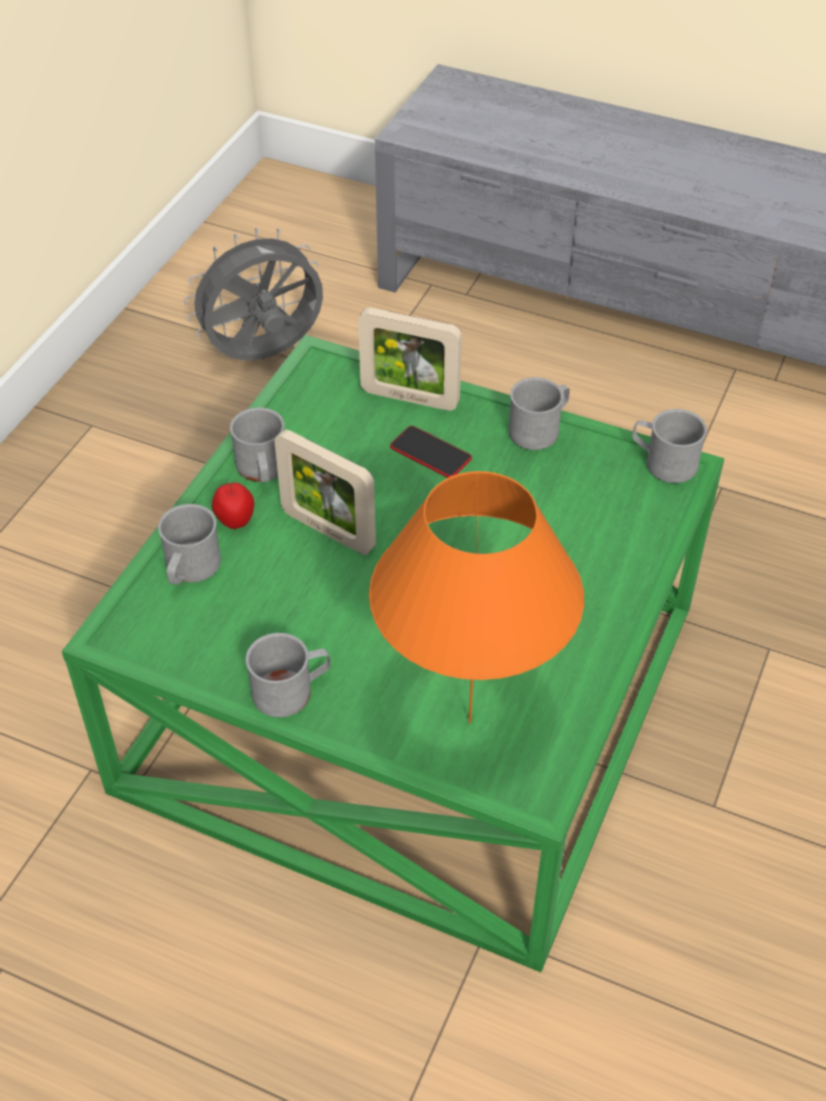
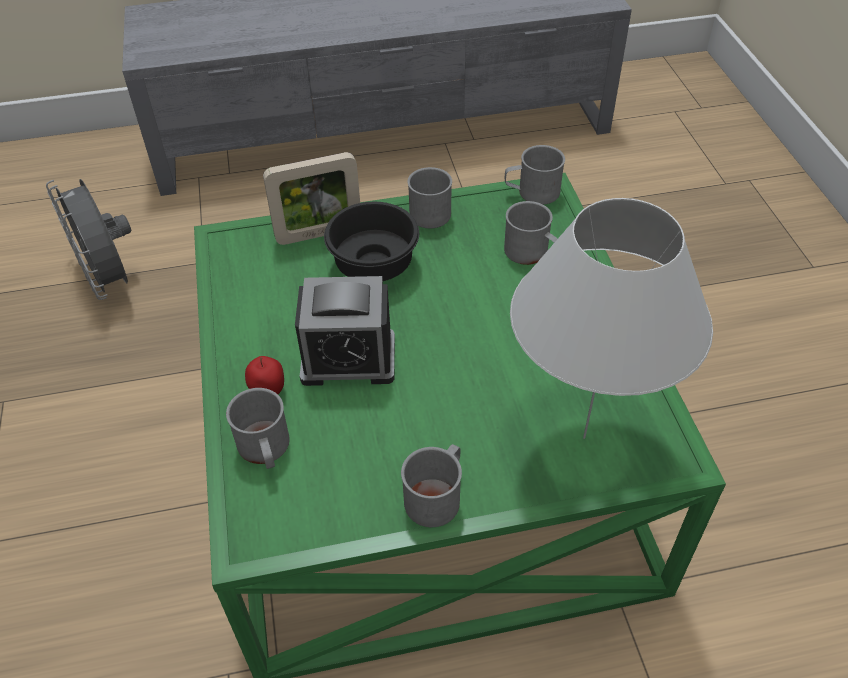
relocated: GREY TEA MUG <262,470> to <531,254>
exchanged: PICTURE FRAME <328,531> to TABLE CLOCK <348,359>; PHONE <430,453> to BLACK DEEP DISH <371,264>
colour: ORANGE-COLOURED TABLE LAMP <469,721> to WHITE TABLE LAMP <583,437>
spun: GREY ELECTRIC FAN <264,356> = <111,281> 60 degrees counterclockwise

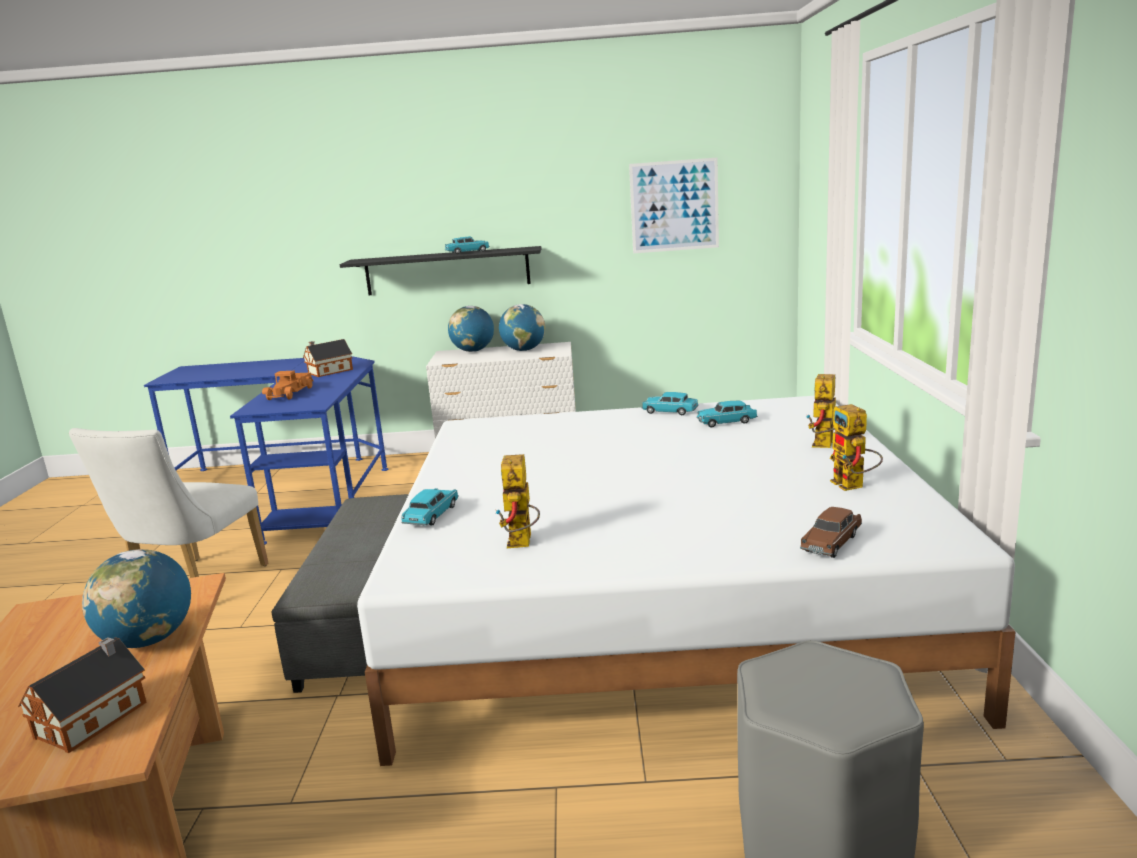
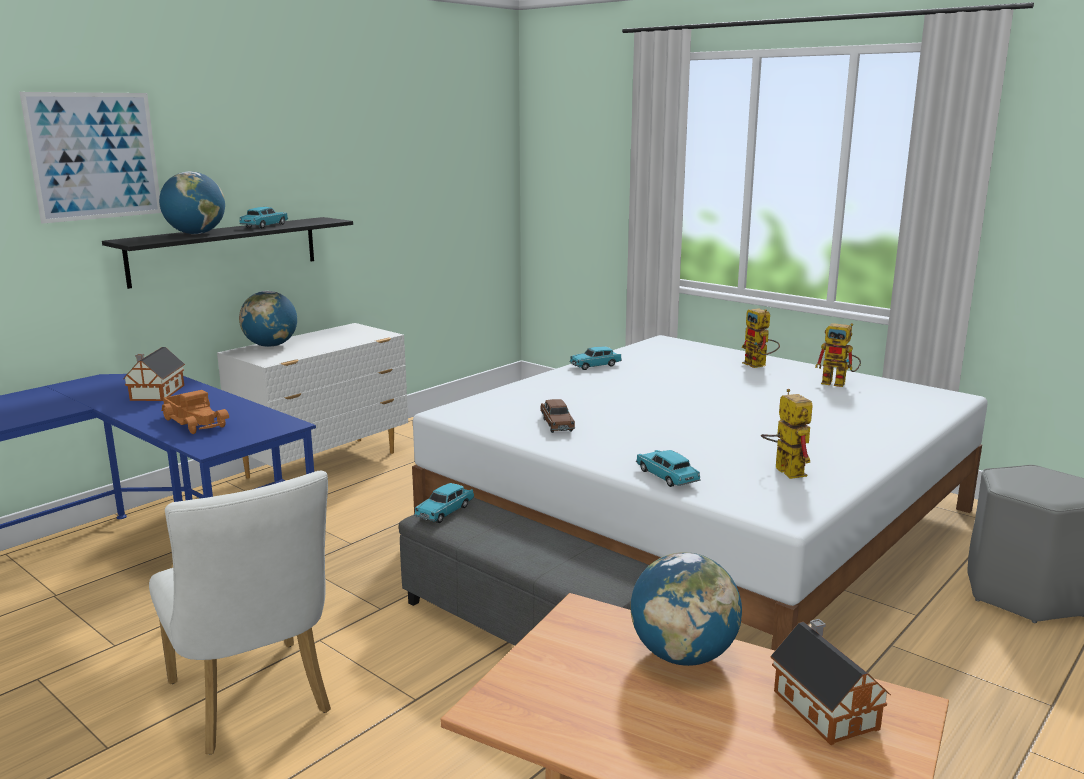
relocated: WORLD GLOBE <524,350> to <196,234>; WALL PICTURE <674,206> to <95,156>; BLUE-GREEN MODEL CAR <726,422> to <445,512>; BROWN-COLOURED MODEL CAR <831,543> to <557,424>
spun: ROBOT FIGURE <522,544> = <783,470> 150 degrees counterclockwise

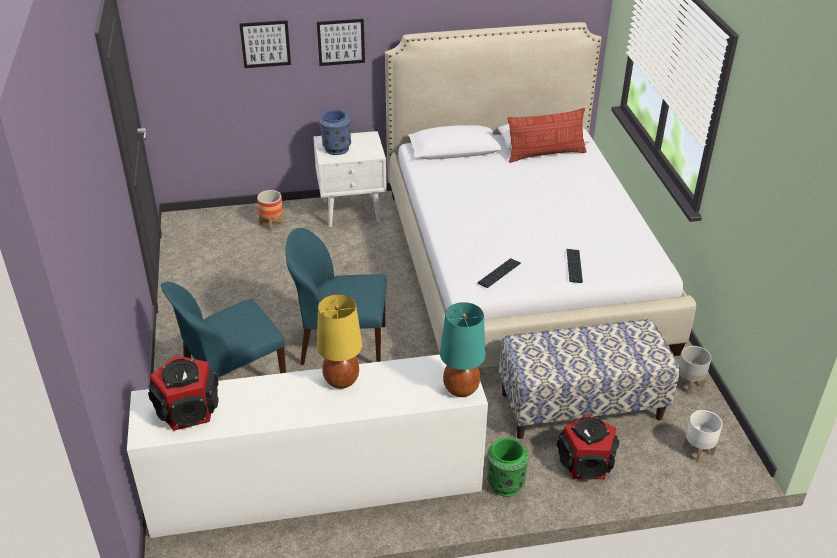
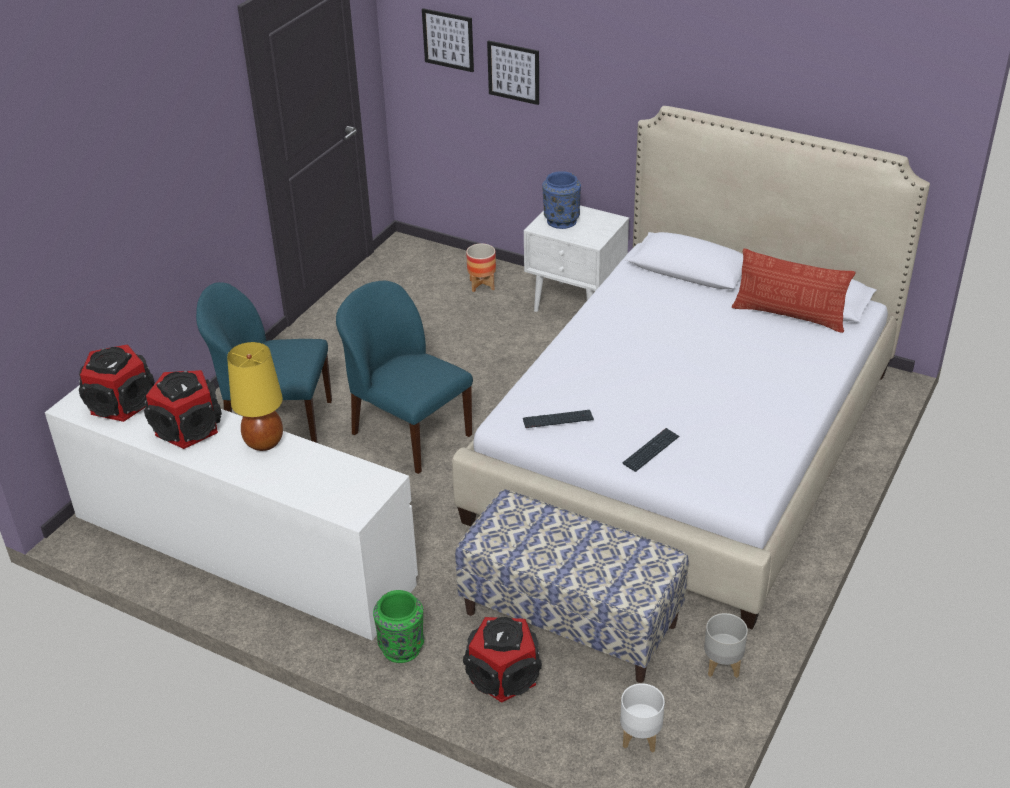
missing: BLUE-GREEN TABLE LAMP <461,388>
appeared: SPEAKER <188,428>
relocated: WALL PICTURE <341,42> to <448,40>

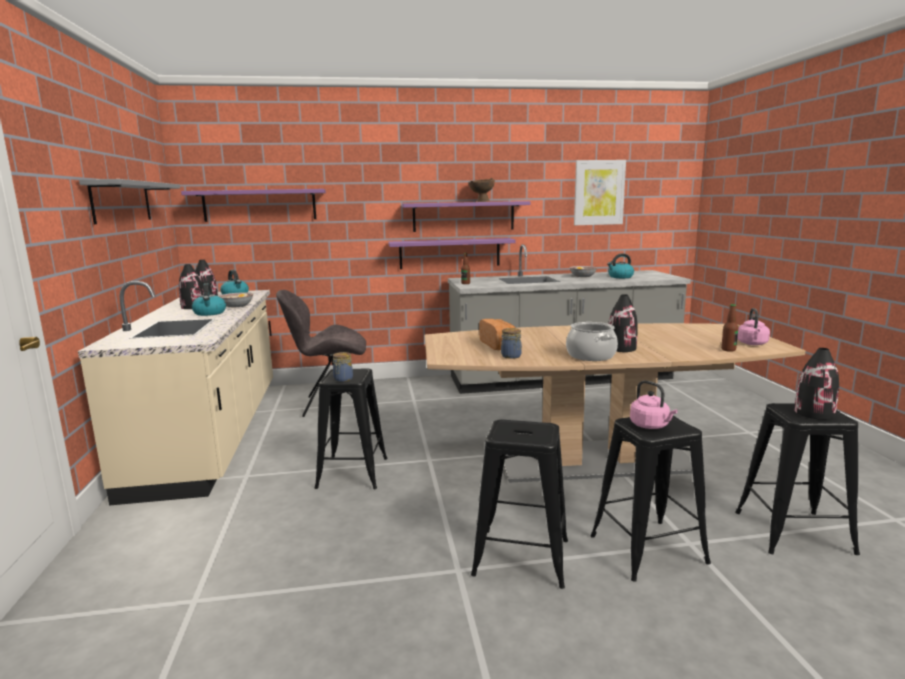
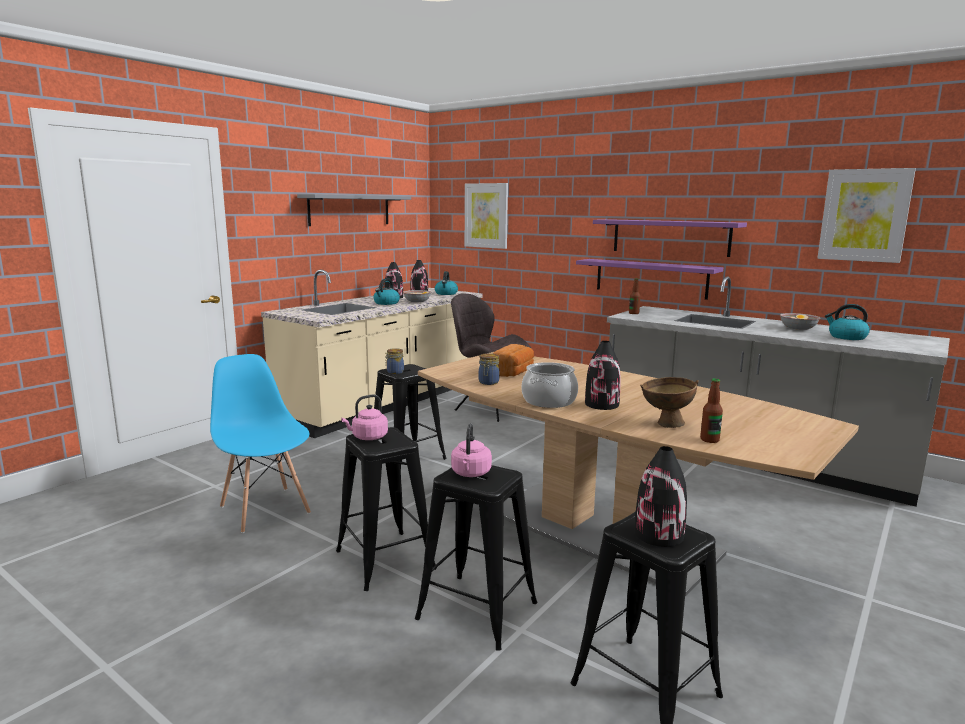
appeared: BLUISH UPRIGHT CHAIR <265,509>
relocated: BROWN-COLOURED DEEP DISH <481,201> to <664,424>; PINKISH WATER KETTLE <752,344> to <368,437>
exchanged: PURPLISH BRACKET SHELF <260,205> to WALL PICTURE <486,215>

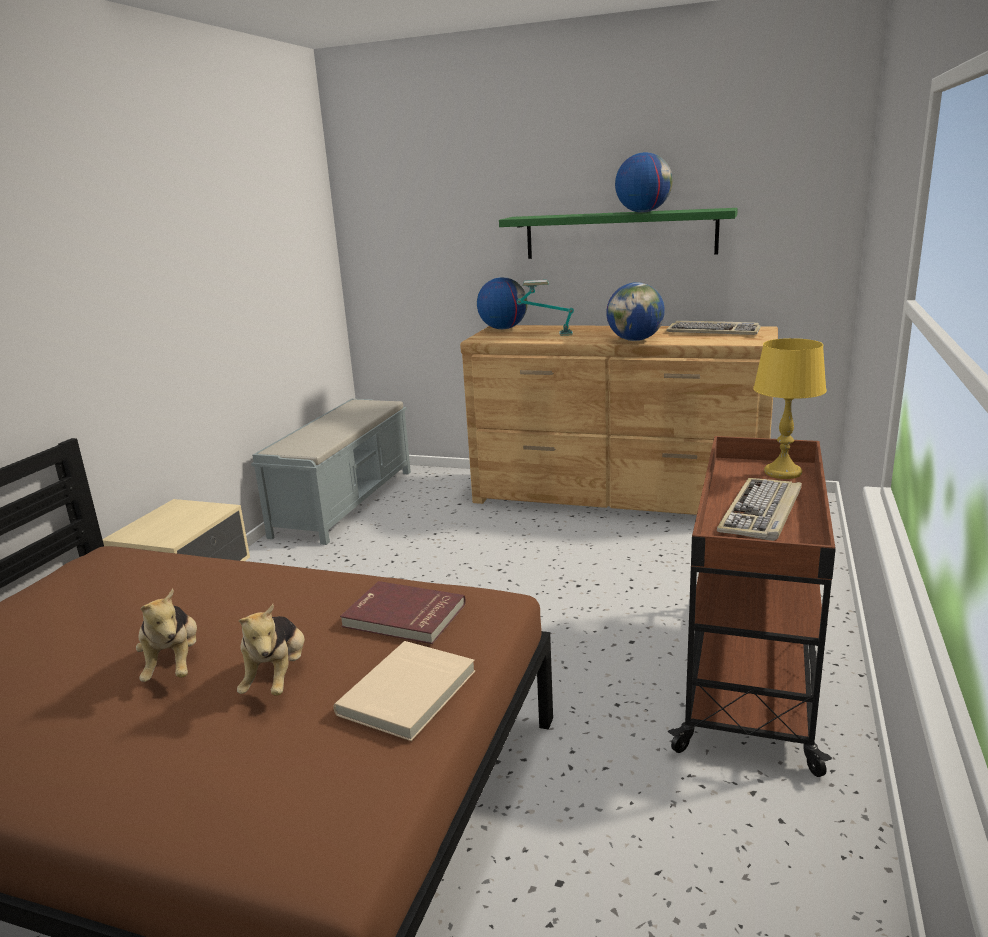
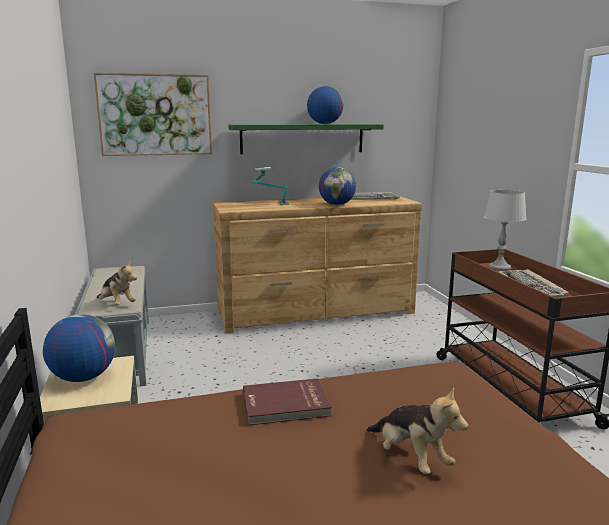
missing: BEIGE-COLOURED BOOK <409,693>
appeared: WALL PICTURE <155,115>
relocated: PLUSH TOY <174,665> to <116,304>; RED-COLOURED BOOK <403,616> to <286,405>; WORLD GLOBE <503,328> to <83,378>
colour: YELLOW-COLOURED TABLE LAMP <782,472> to GREY TABLE LAMP <499,267>

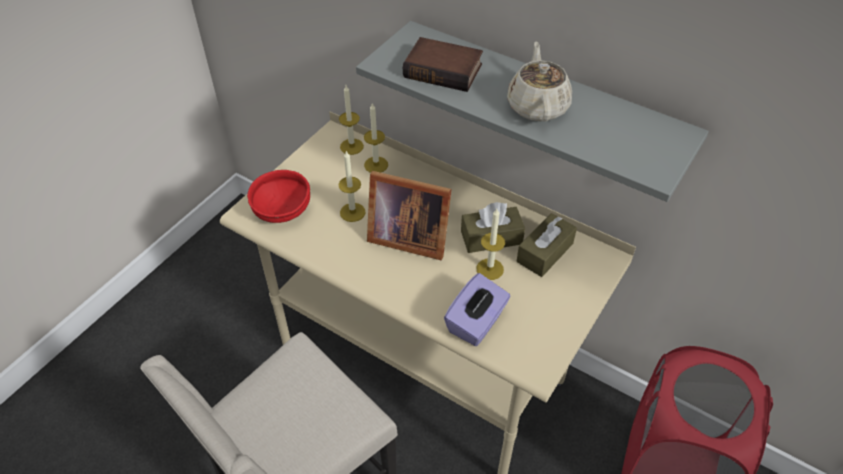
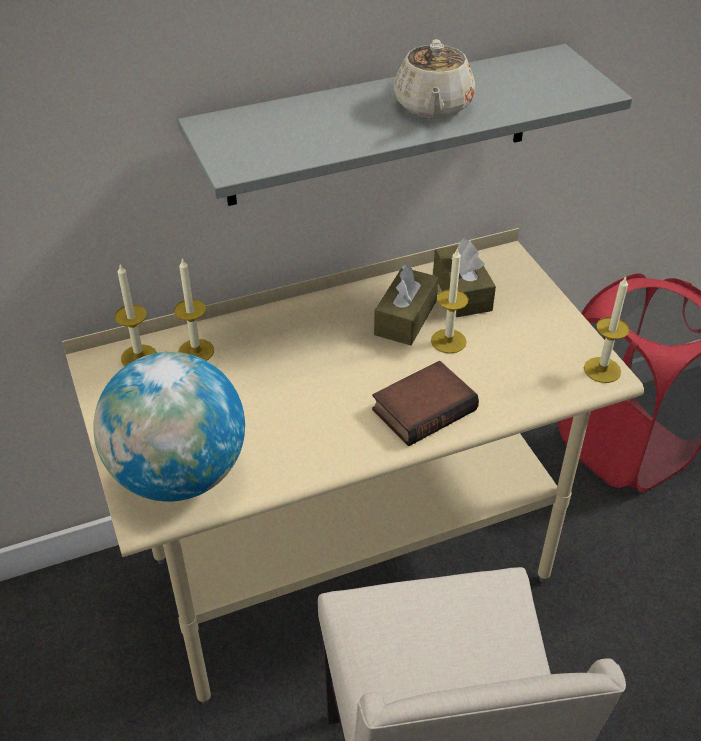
missing: PICTURE FRAME <406,236>; PURPLISH BOX OF TISSUES <476,323>
relocated: WAX LIGHT <352,212> to <602,370>; BOOK <444,70> to <423,407>
exchanged: RED-COLOURED DEEP DISH <281,211> to WORLD GLOBE <179,475>
spun: BEIGE-COLOURED TEA POT <537,106> = <432,106> 120 degrees counterclockwise

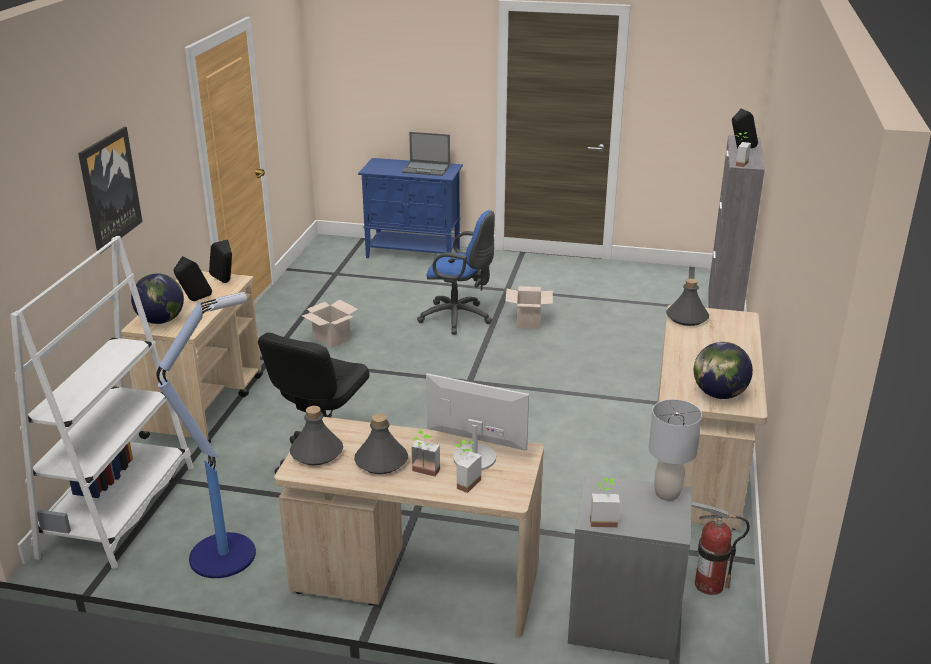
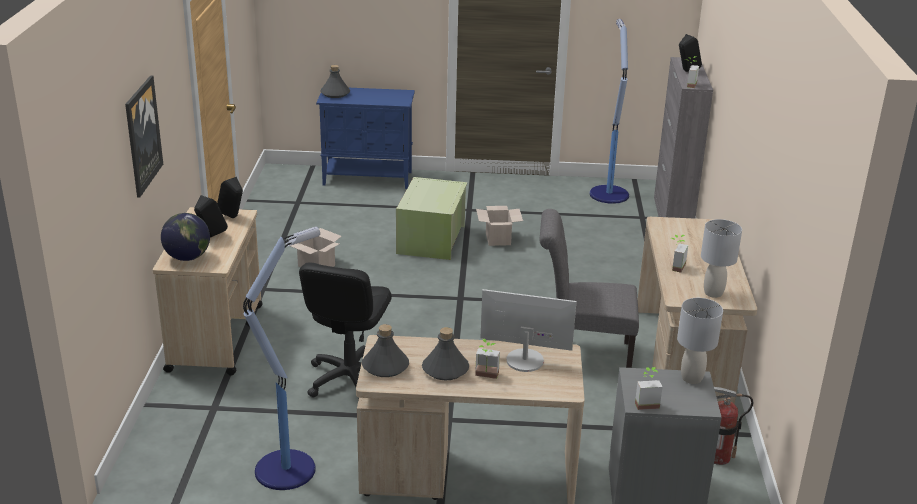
missing: WHITE BOOKSHELF <119,510>; LAPTOP <426,169>
appeared: GREY UPRIGHT CHAIR <582,354>; STANDARD LAMP <608,194>
relocated: PLANT IN A POT <464,482> to <675,266>; GREY DRINK BOTTLE <687,318> to <335,93>
exchanged: BLUISH OFFICE CHAIR <459,318> to GREENISH STORAGE CONTAINER <432,239>; WORLD GLOBE <719,394> to GREY TABLE LAMP <713,293>

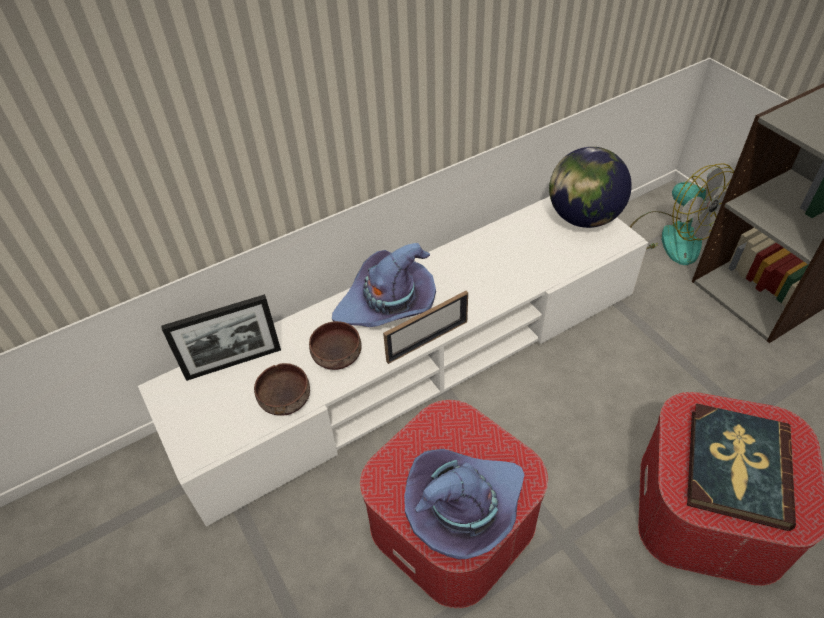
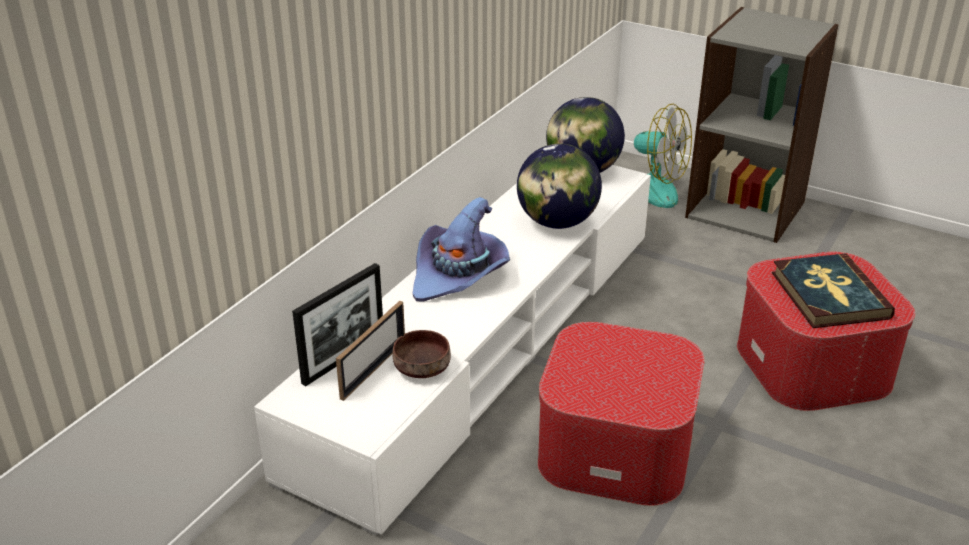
missing: BROWN-COLOURED DEEP DISH <338,355>; PURPLISH CLOTHING HAT <464,508>
appeared: WORLD GLOBE <557,222>
relocated: PICTURE FRAME <427,341> to <373,369>

